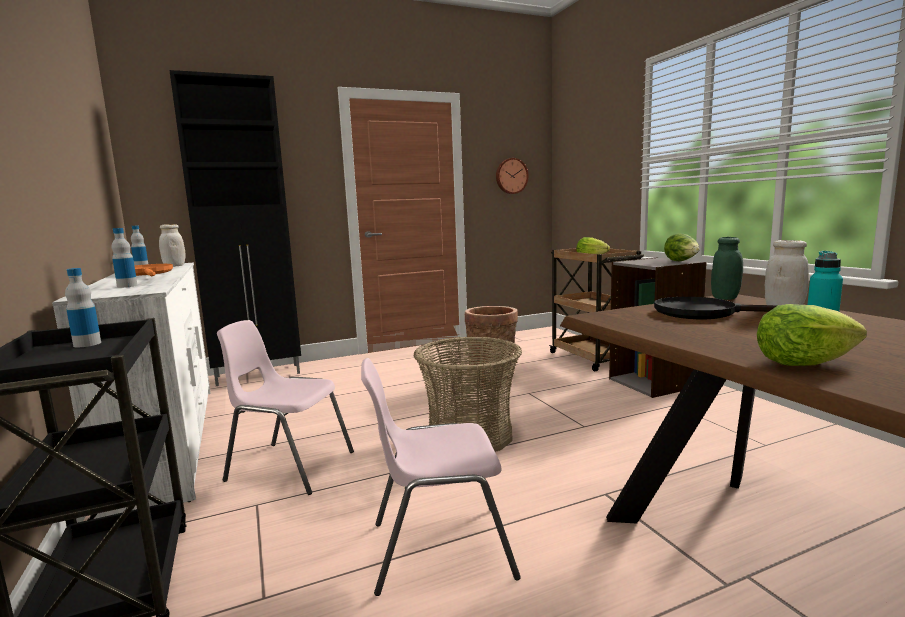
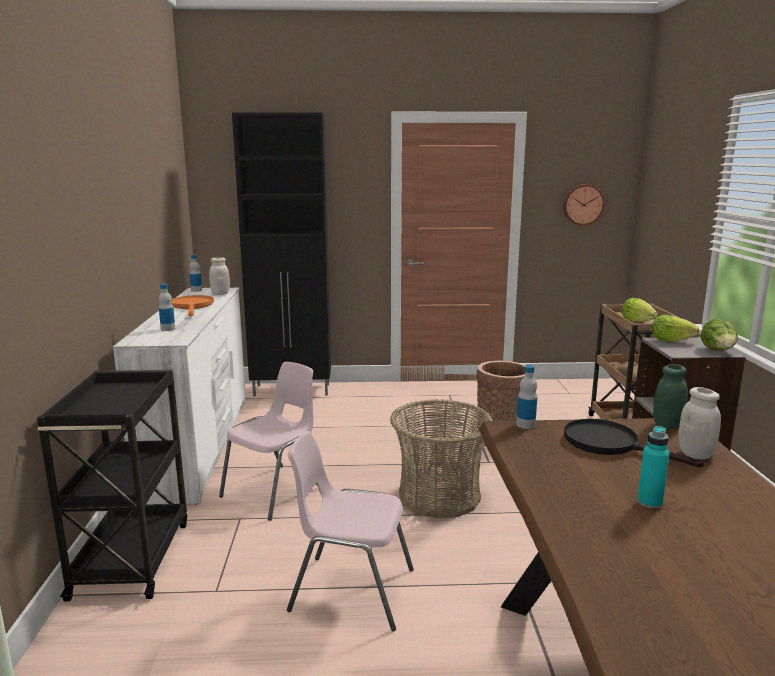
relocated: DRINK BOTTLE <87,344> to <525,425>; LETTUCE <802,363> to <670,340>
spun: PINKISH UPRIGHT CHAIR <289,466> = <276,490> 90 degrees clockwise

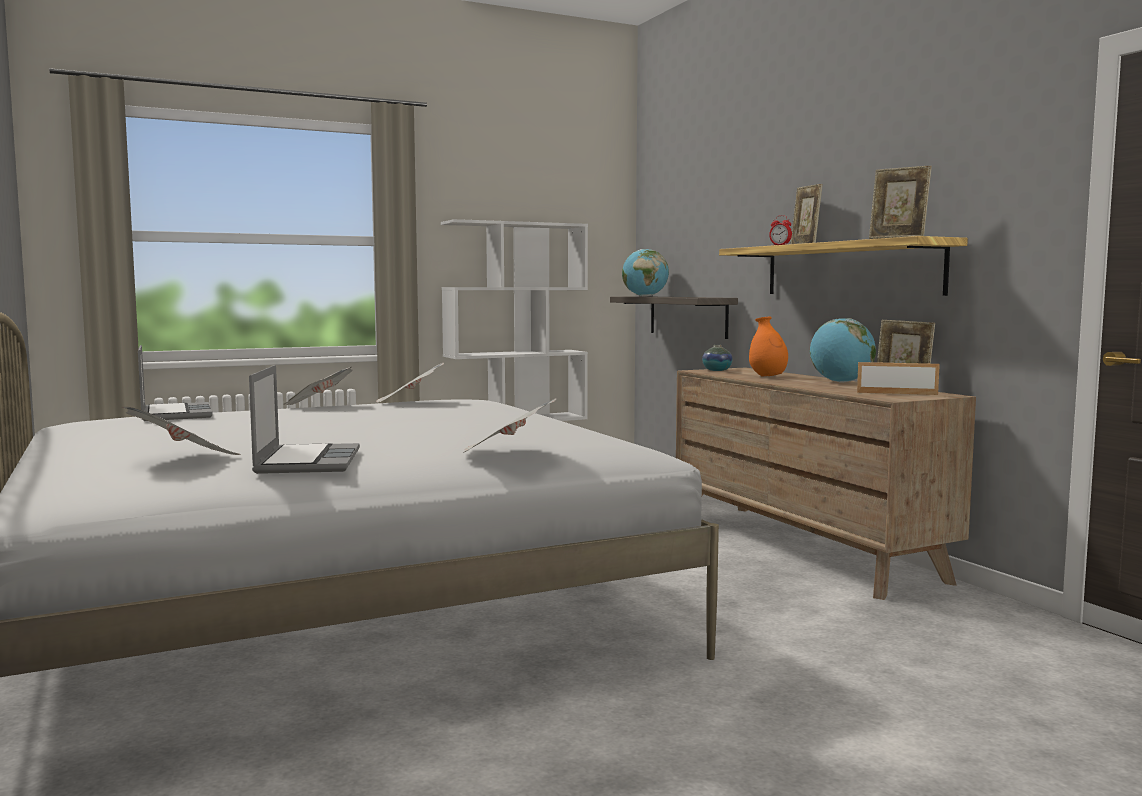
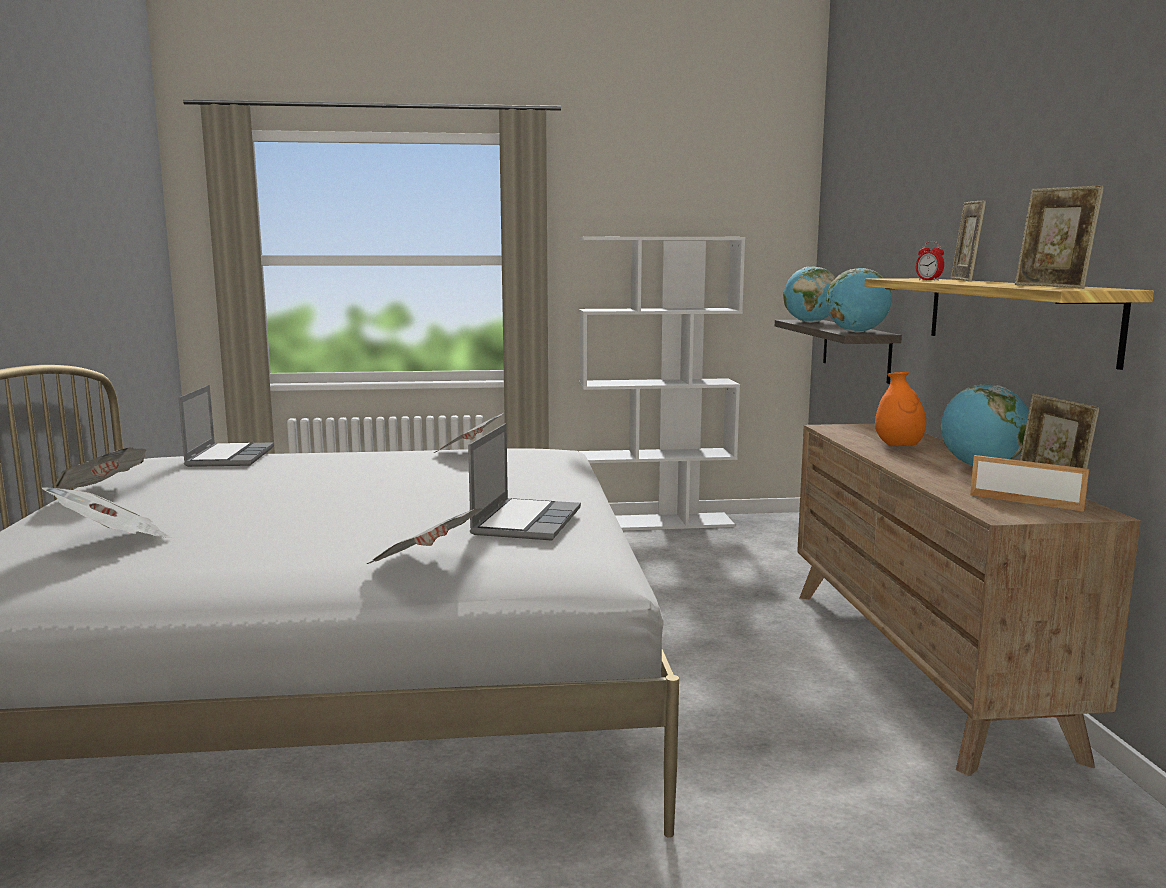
missing: DECORATIVE VASE <717,370>
appeared: WORLD GLOBE <856,332>
relocated: LAPTOP <307,461> to <525,521>; NEWSPAPER <318,406> to <103,492>

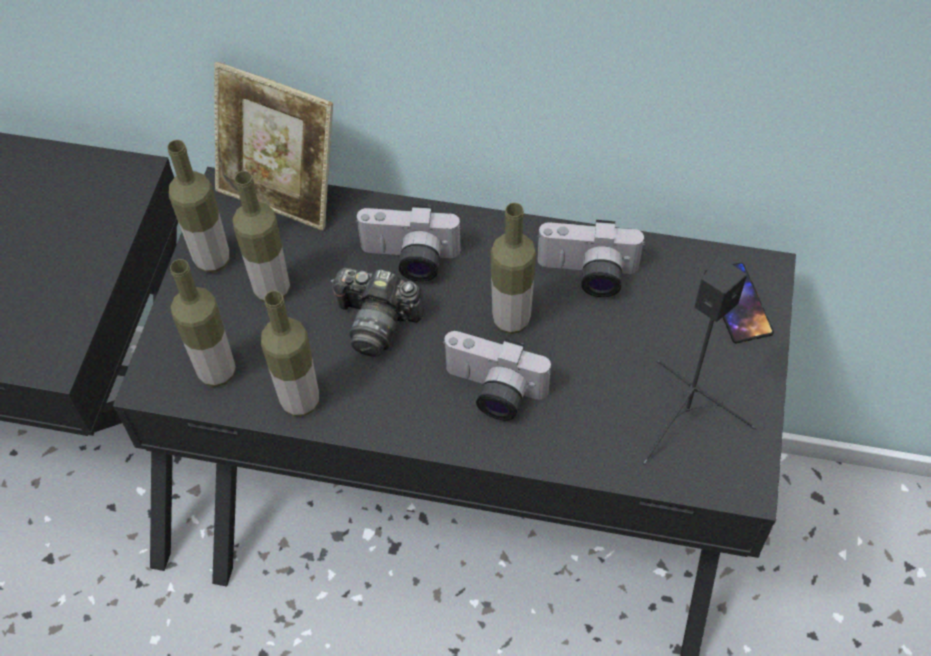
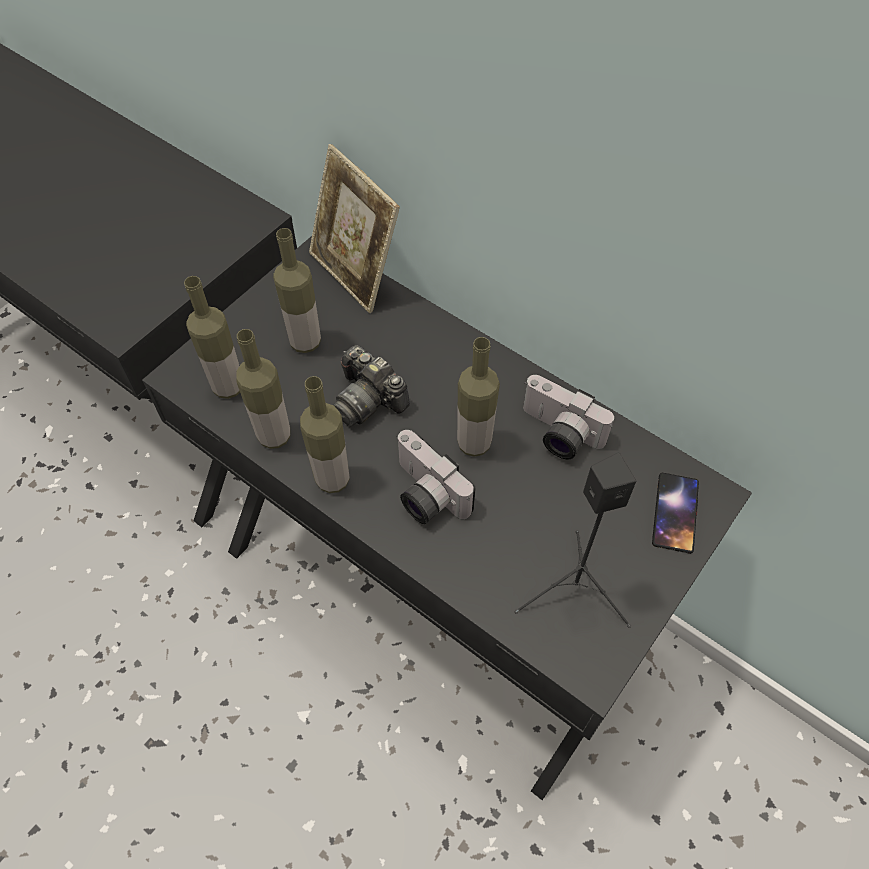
missing: STILL CAMERA <409,260>
relocated: DRINK BOTTLE <212,260> to <332,479>

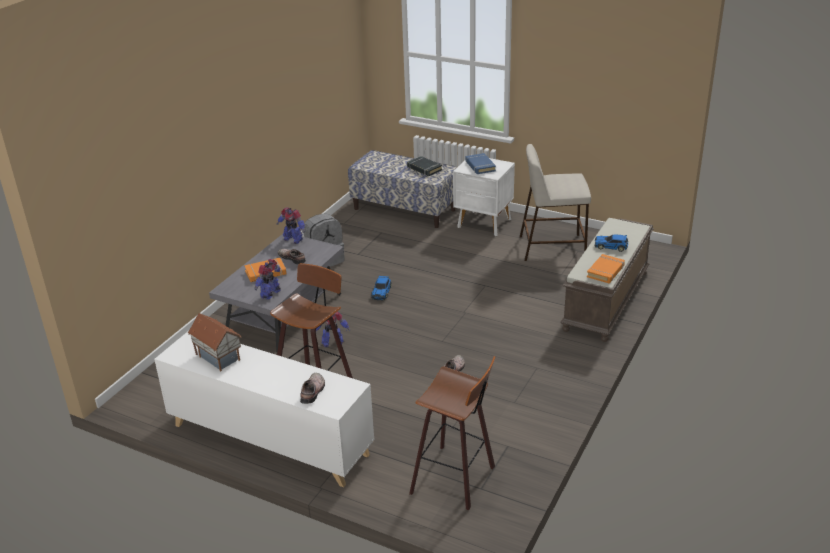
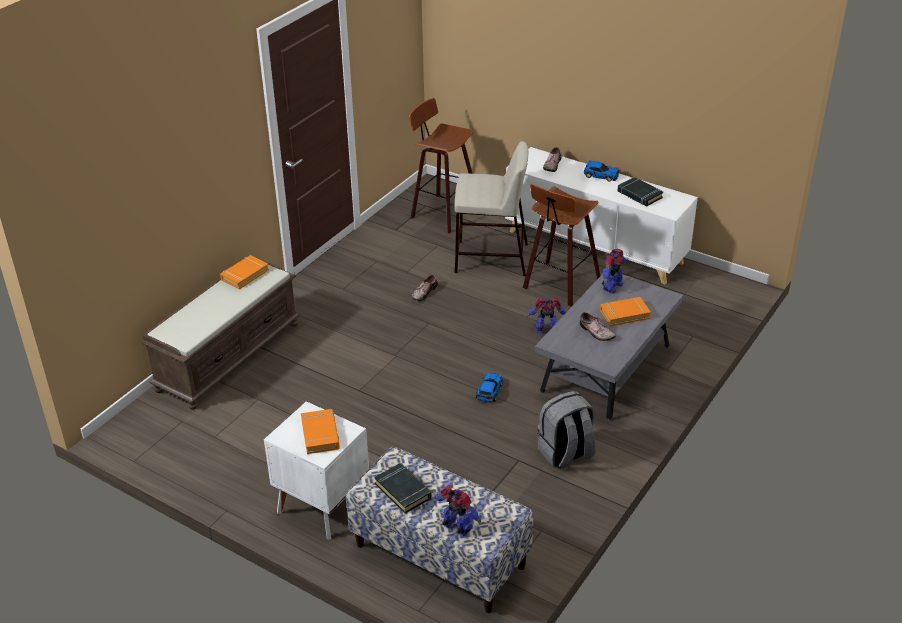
relocated: ROBOT FIGURE <293,239> to <457,527>; BEIGE-COLOURED STOOL SEAT <553,247> to <490,258>; MODEL CAR <611,246> to <600,175>
exchanged: MINIATURE HOUSE <219,356> to BLACK BOOK <639,195>
colour: BLUISH BOOK <480,166> to ORANGE-COLOURED BOOK <320,434>

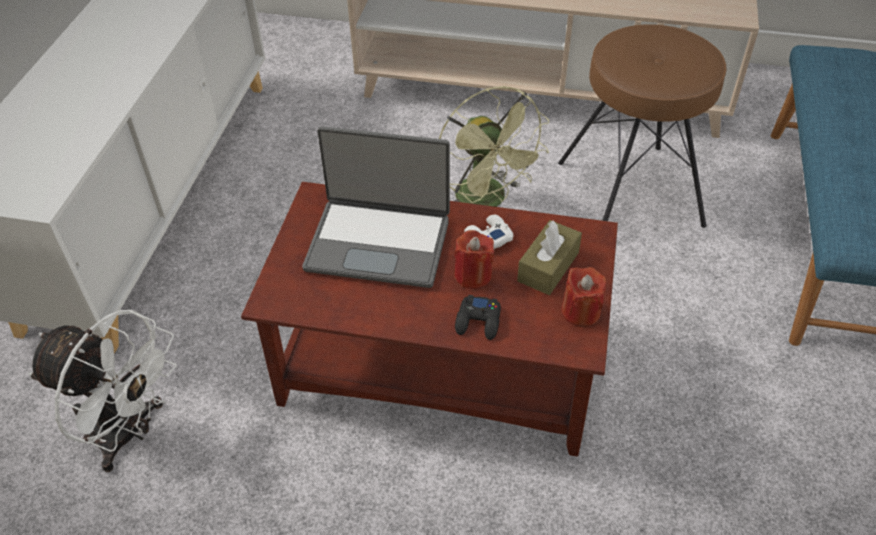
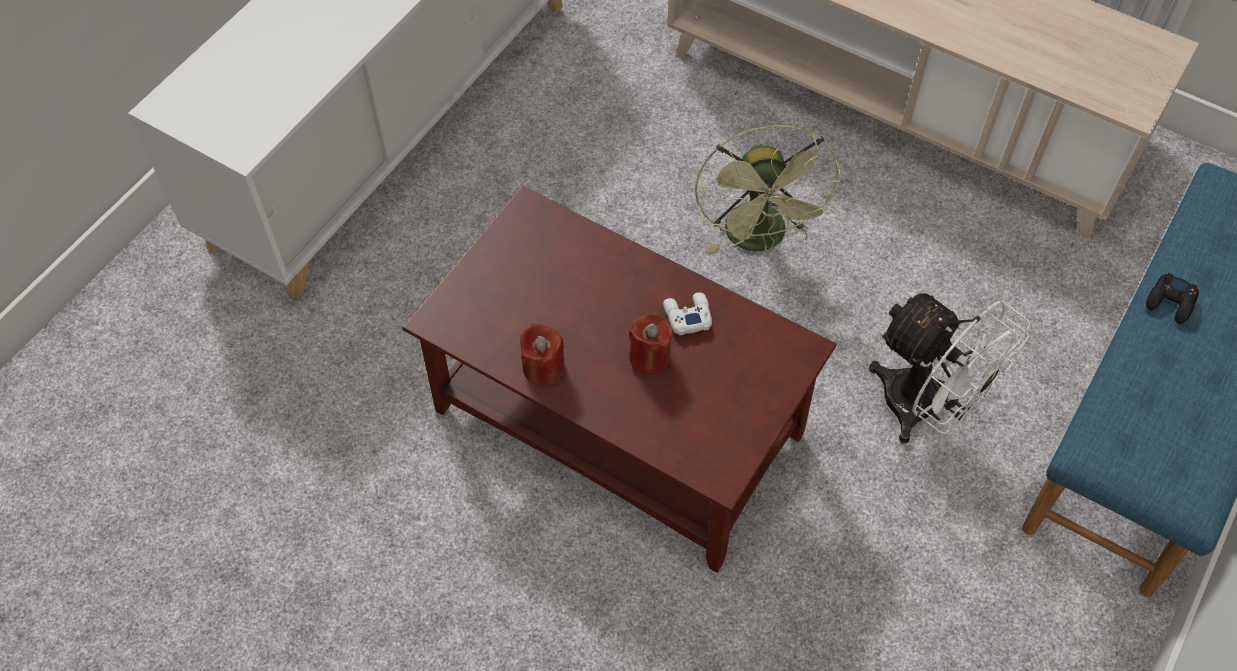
missing: LAPTOP <379,242>; BROWN-COLOURED BOX OF TISSUES <548,267>; BROWN-COLOURED STOOL SEAT <630,192>
relocated: WHITE ELECTRIC FAN <129,433> to <924,409>; BLACK JOYPAD <478,321> to <1170,302>; RED-COLOURED WAX LIGHT <580,312> to <543,368>

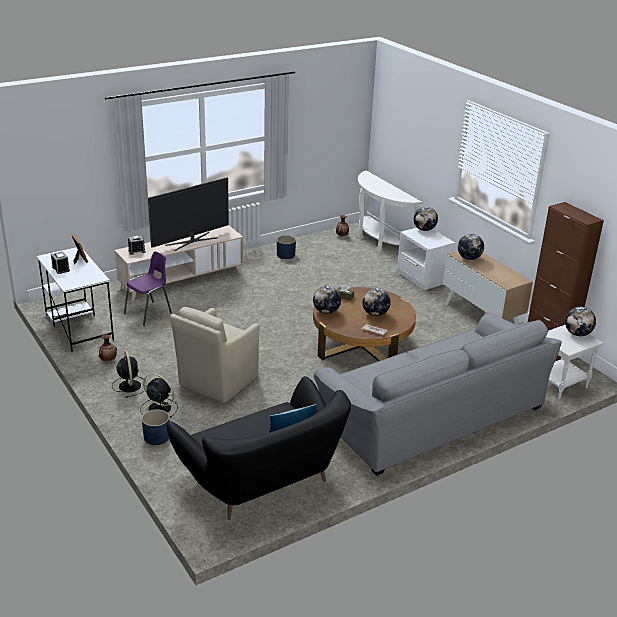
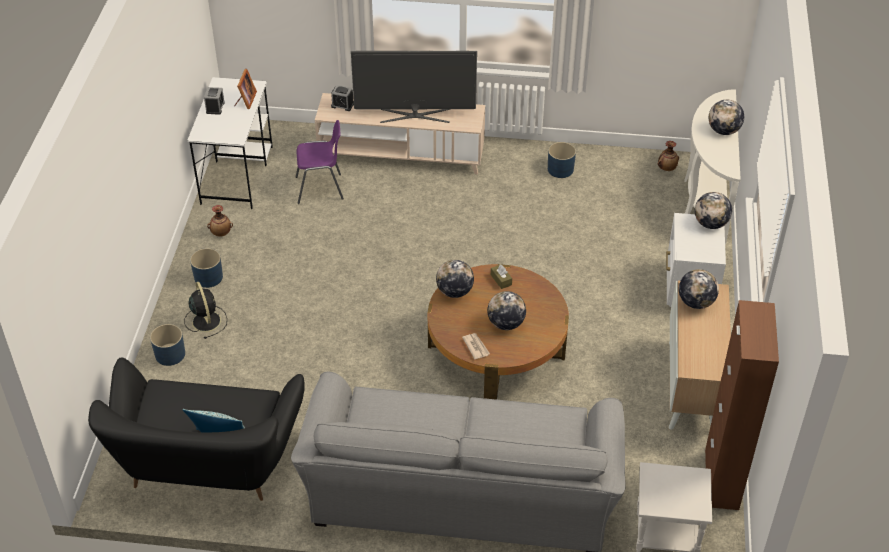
missing: BEIGE-COLOURED EASY CHAIR <216,381>
relocated: WORLD GLOBE <577,334> to <723,131>
exchanged: BLACK ELECTRIC FAN <129,386> to BLUISH PLANT POT <208,277>

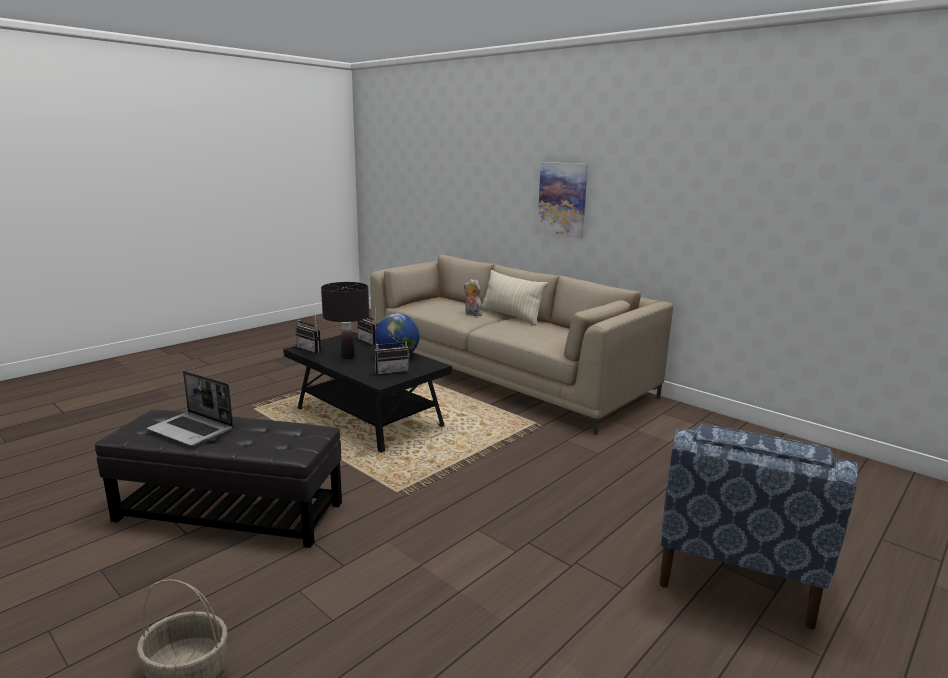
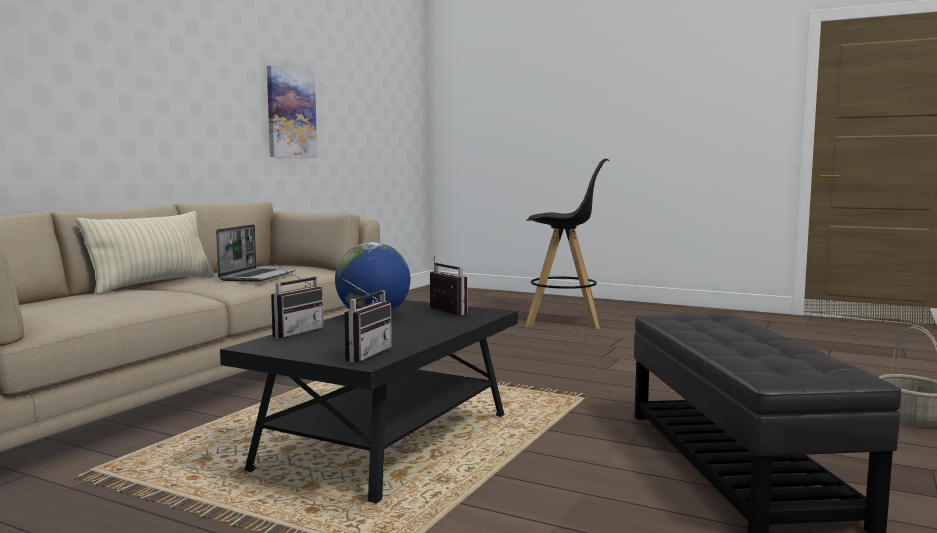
missing: BLACK TABLE LAMP <348,357>; PLUSH TOY <472,314>
relocated: LAPTOP <192,430> to <258,276>; WALL PICTURE <562,199> to <291,113>
exchanged: BLUISH EASY CHAIR <734,566> to BLACK STOOL SEAT <564,321>

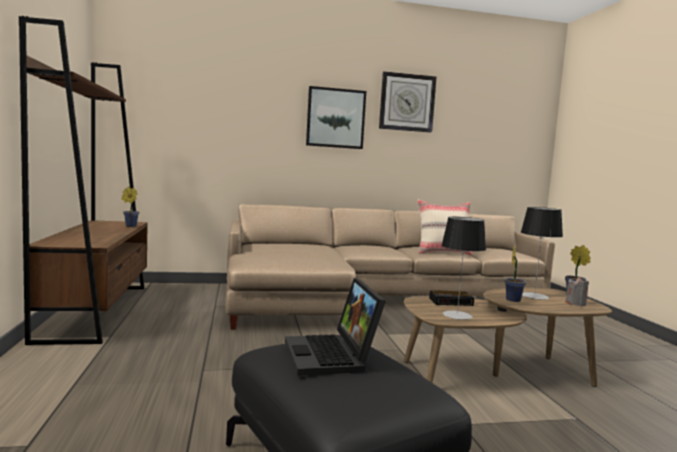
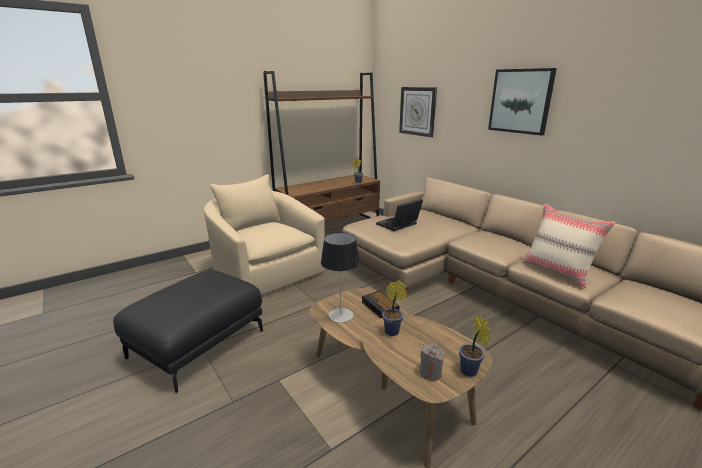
missing: TABLE LAMP <534,296>
appeared: BEIGE-COLOURED EASY CHAIR <265,272>
relocated: LAPTOP <332,356> to <398,225>; WALL CLOCK <407,102> to <417,111>

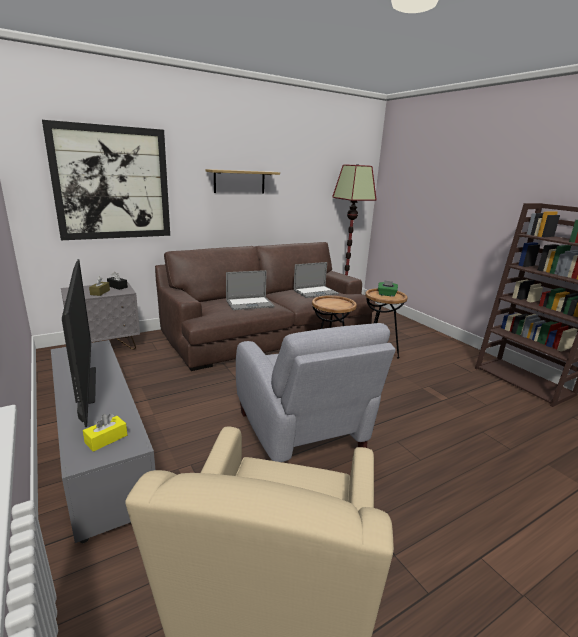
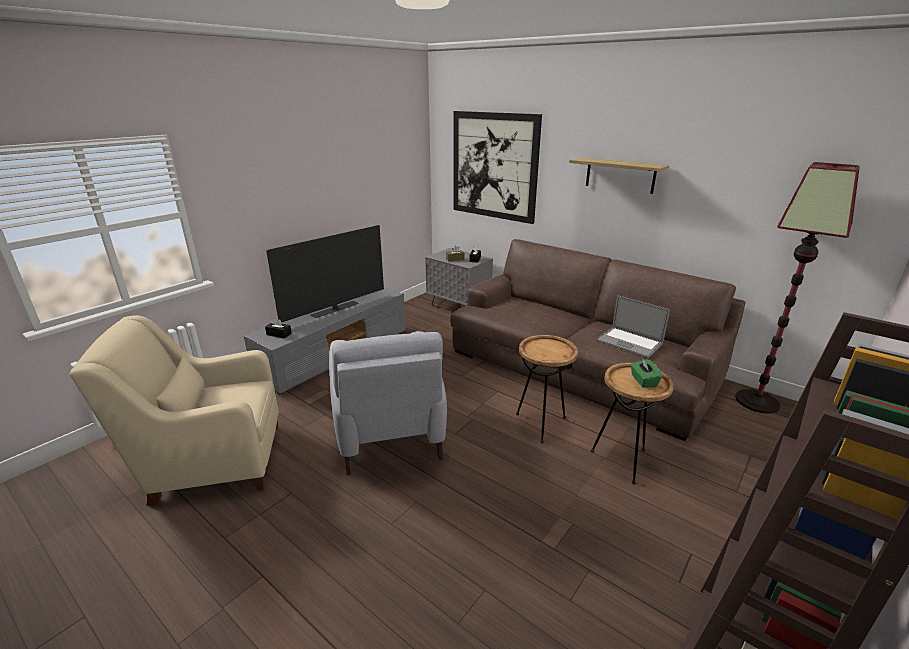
missing: LAPTOP <249,304>
colour: YELLOW-COLOURED BOX OF TISSUES <106,439> to BLACK BOX OF TISSUES <279,334>
spun: GREY EASY CHAIR <301,437> = <389,434> 60 degrees counterclockwise

